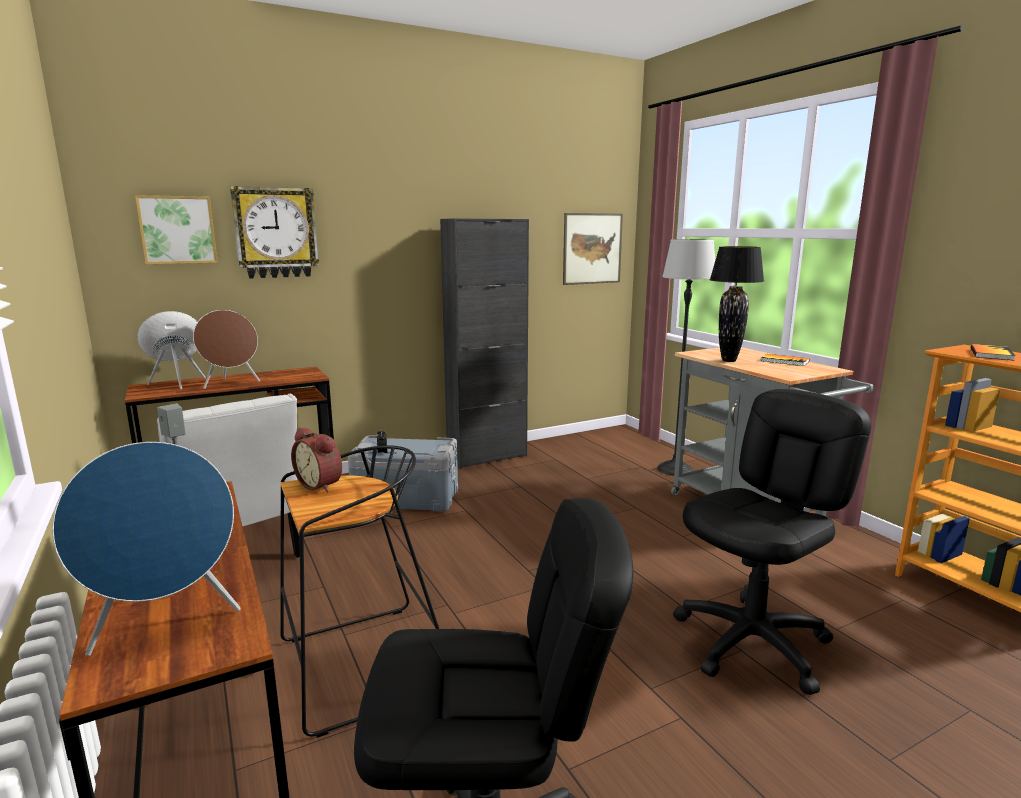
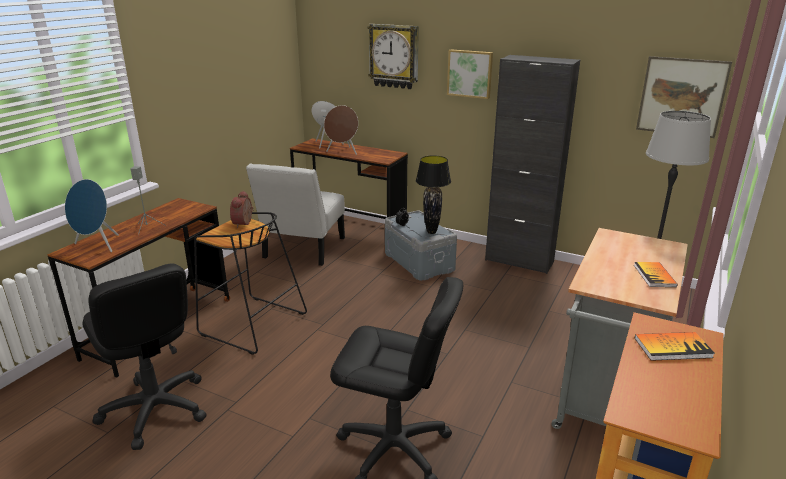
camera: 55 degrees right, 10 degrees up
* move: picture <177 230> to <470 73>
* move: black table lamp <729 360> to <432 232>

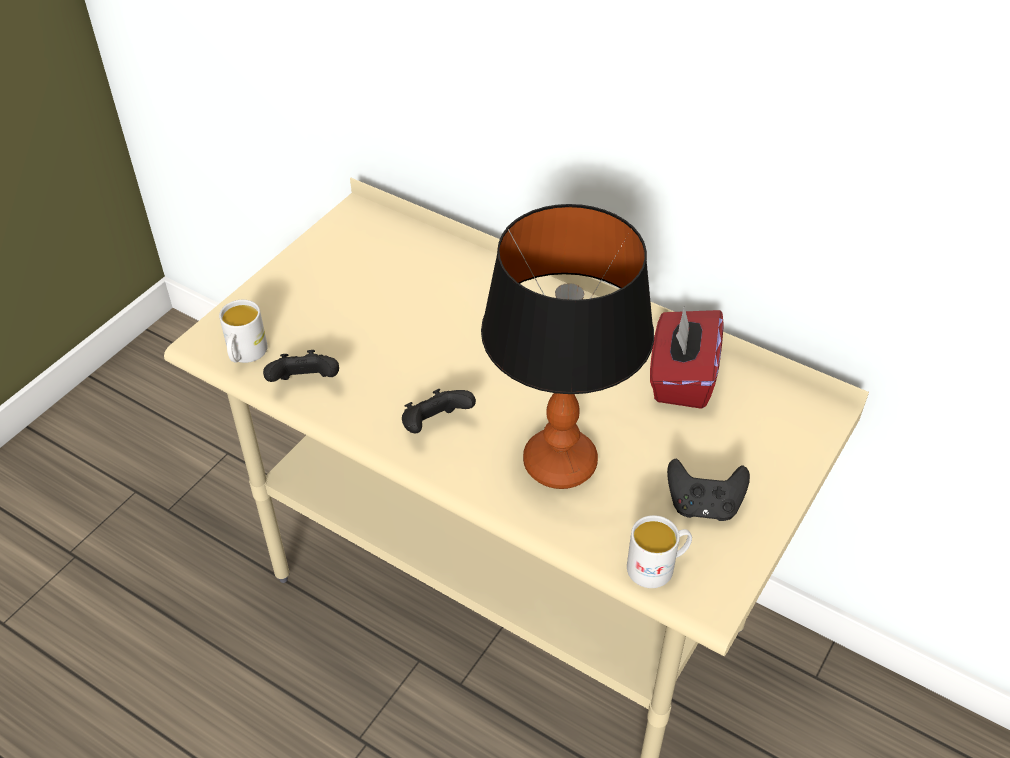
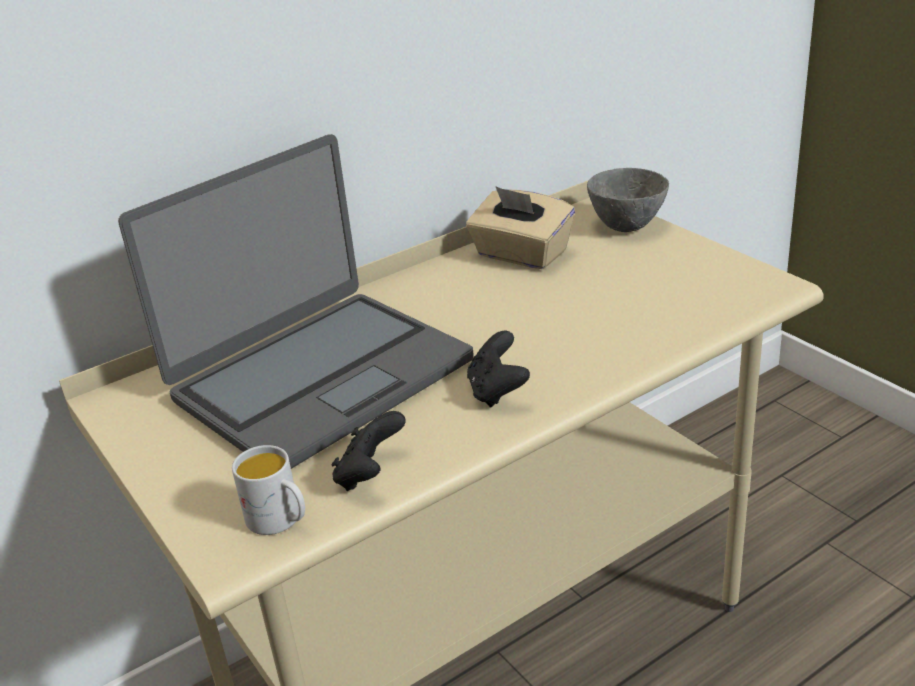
camera: 65 degrees left, 15 degrees down
* delete: table lamp <560 462>
* delete: white mug <658 566>
* recolor: red tissue box <681 378> to beige tissue box <521 255>
* delete: black game controller <703 505>
* insert: laptop <320 378>
* insert: grey bowl <626 225>

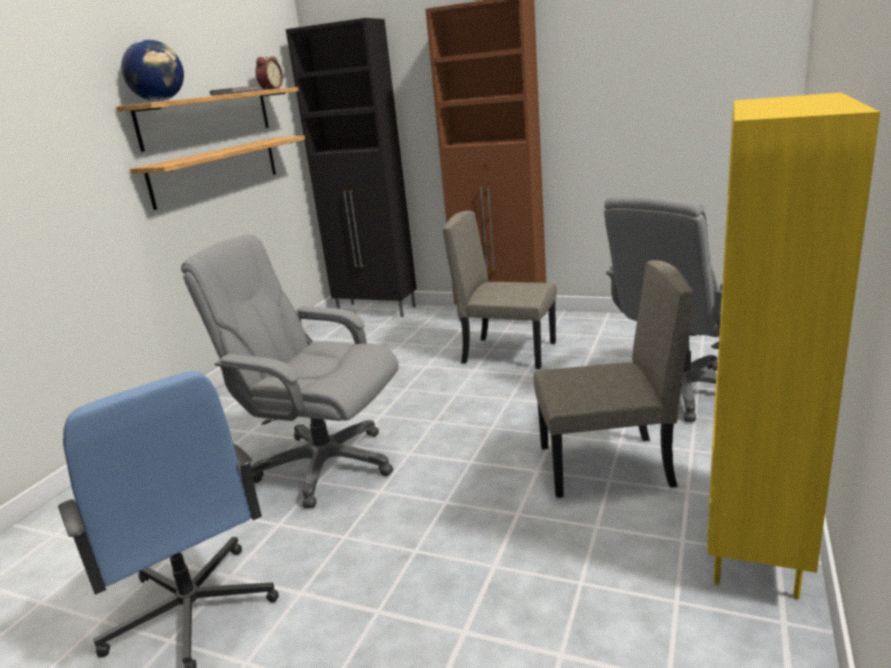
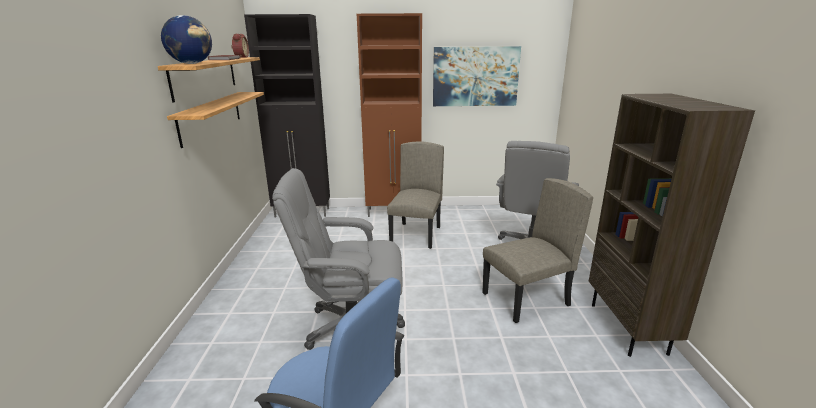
camera: 25 degrees left, 0 degrees up
* rotate: beige chair <509 352> = <416 235> 105 degrees clockwise
* recolor: yellow bookcase <756 541> to brown bookcase <629 328>
* insert: picture <475 76>

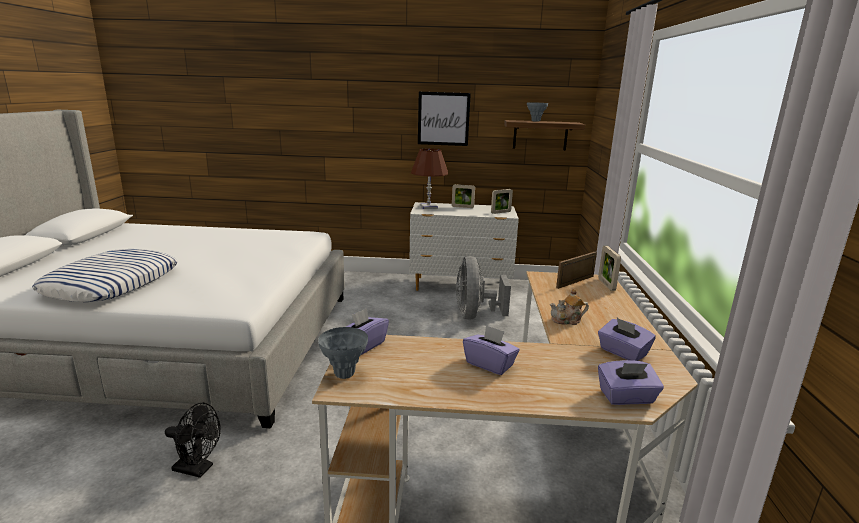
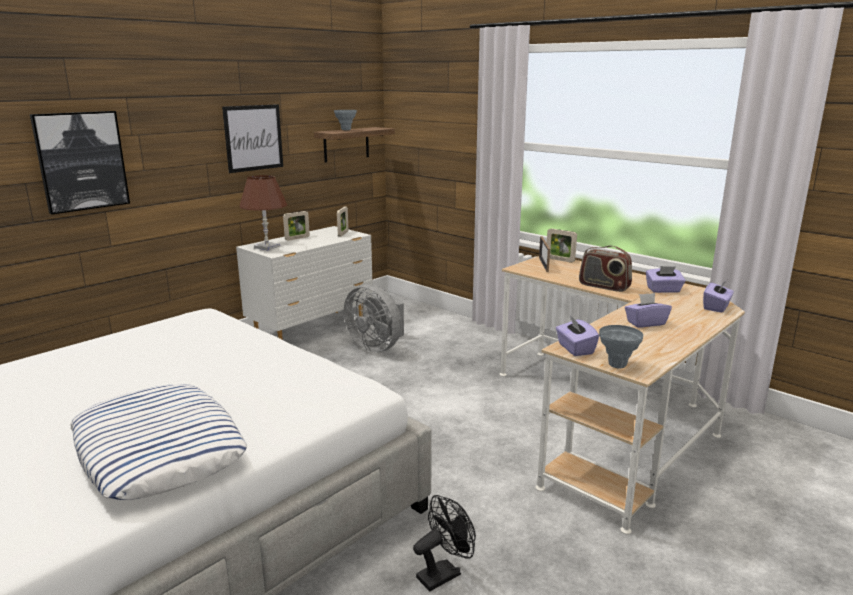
camera: 50 degrees left, 0 degrees up
* replace: teapot <567 320> to radio <604 286>
* insert: picture <81 161>

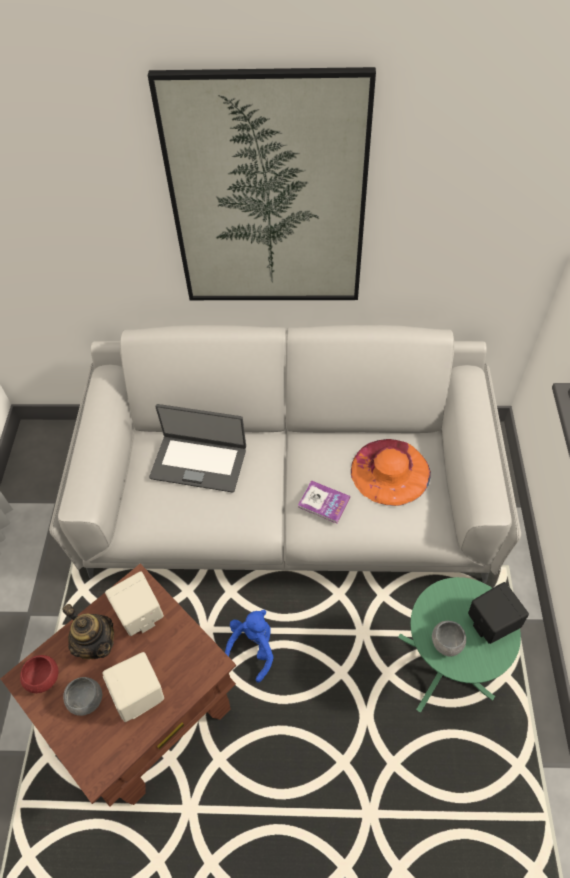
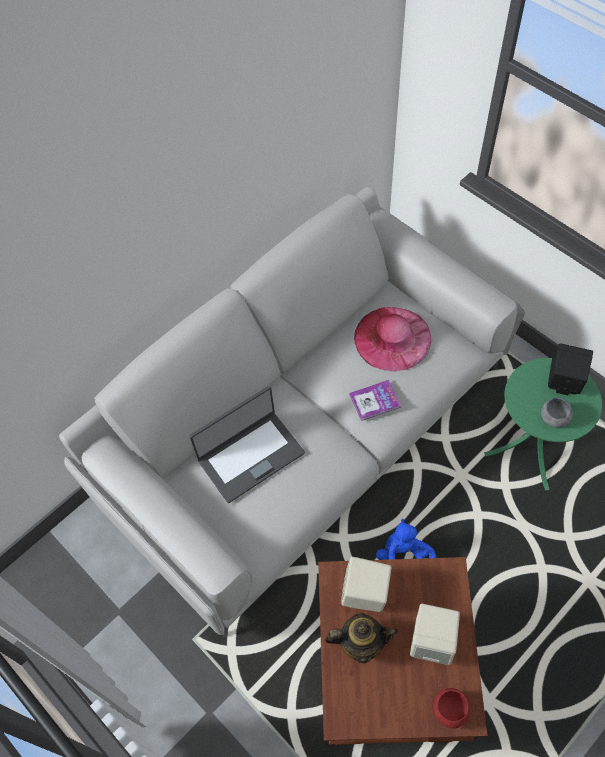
camera: 45 degrees left, 5 degrees up
* move: red bowl <44 678> to <450 710>
* delete: grey bowl <87 700>
* delete: picture <268 198>
* recolor: orange hat <390 471> to pink hat <392 338>

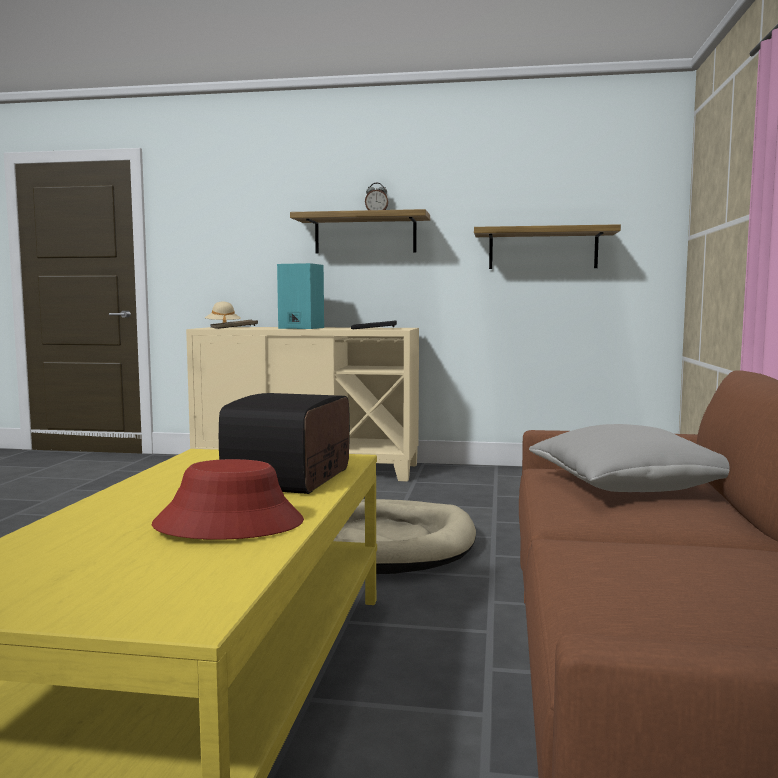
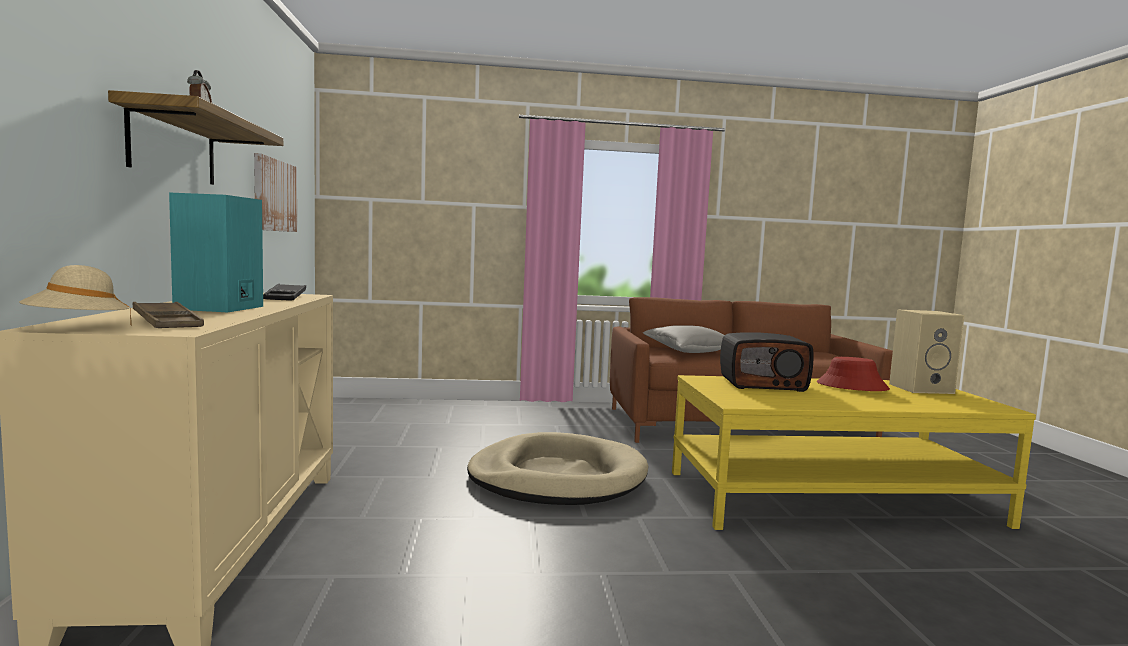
camera: 105 degrees left, 0 degrees up
* replace: shelf <543 249> to picture <274 195>
* insert: beige speaker <921 388>

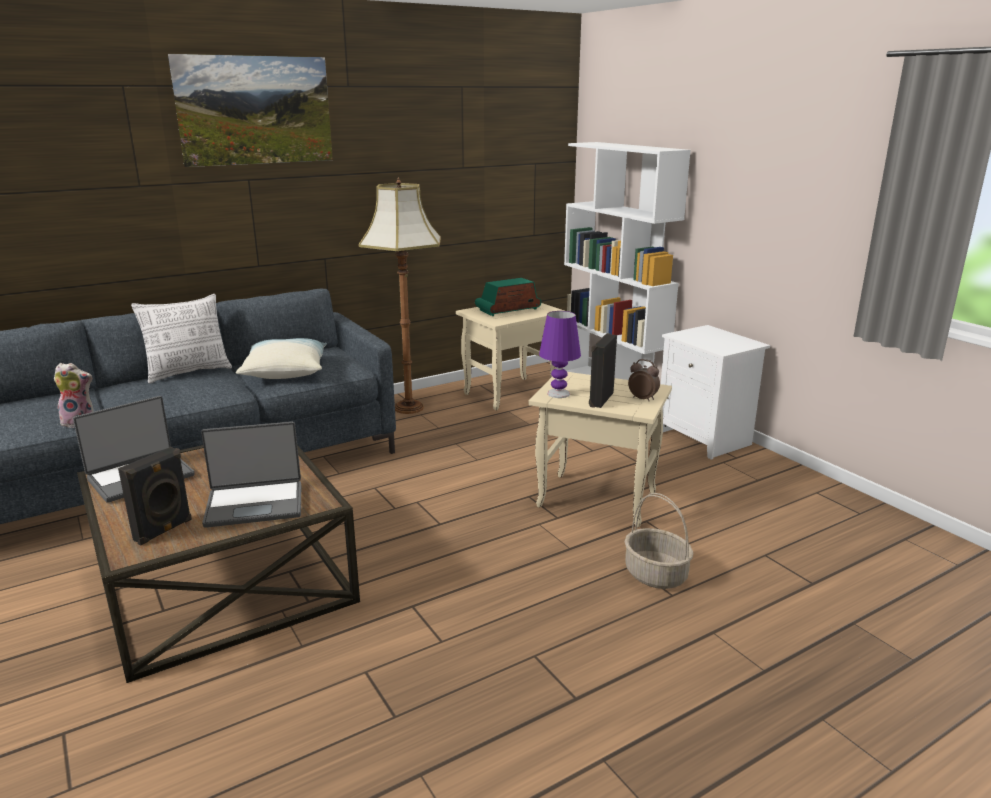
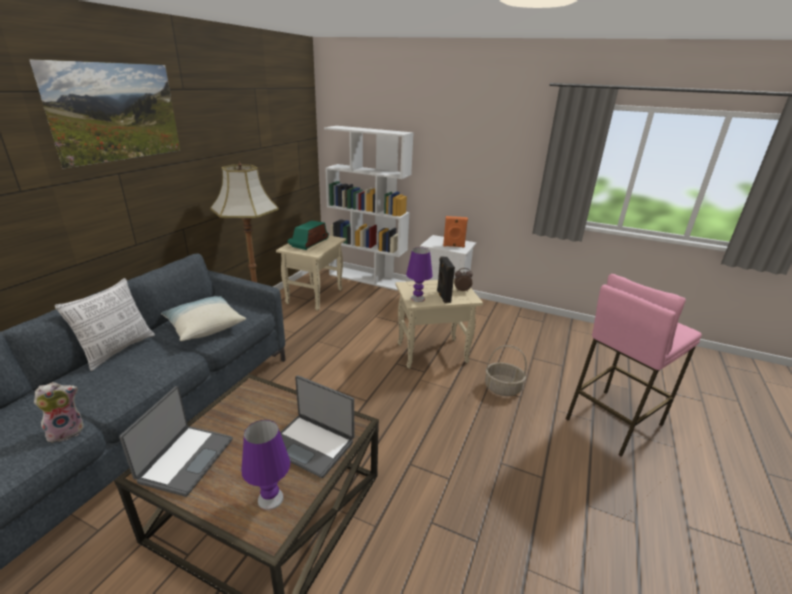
camera: 35 degrees left, 5 degrees up
* replace: black speaker <164 530> to purple table lamp <270 498>
* rotate: laptop <255 504> = <311 444> 75 degrees clockwise
* insert: orange speaker <453 246>
* insert: pink stool <612 421>

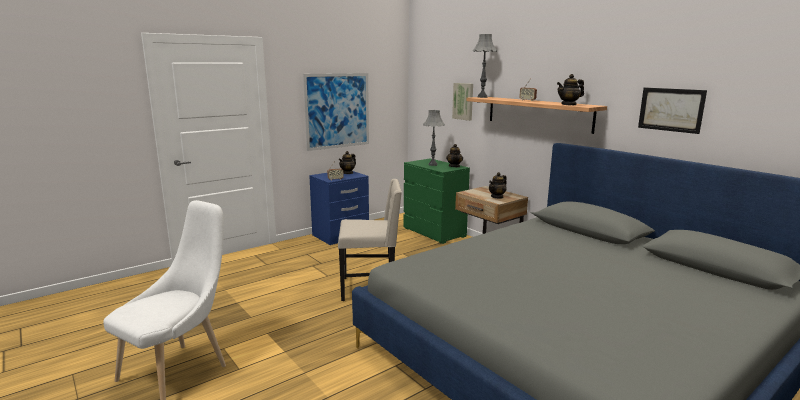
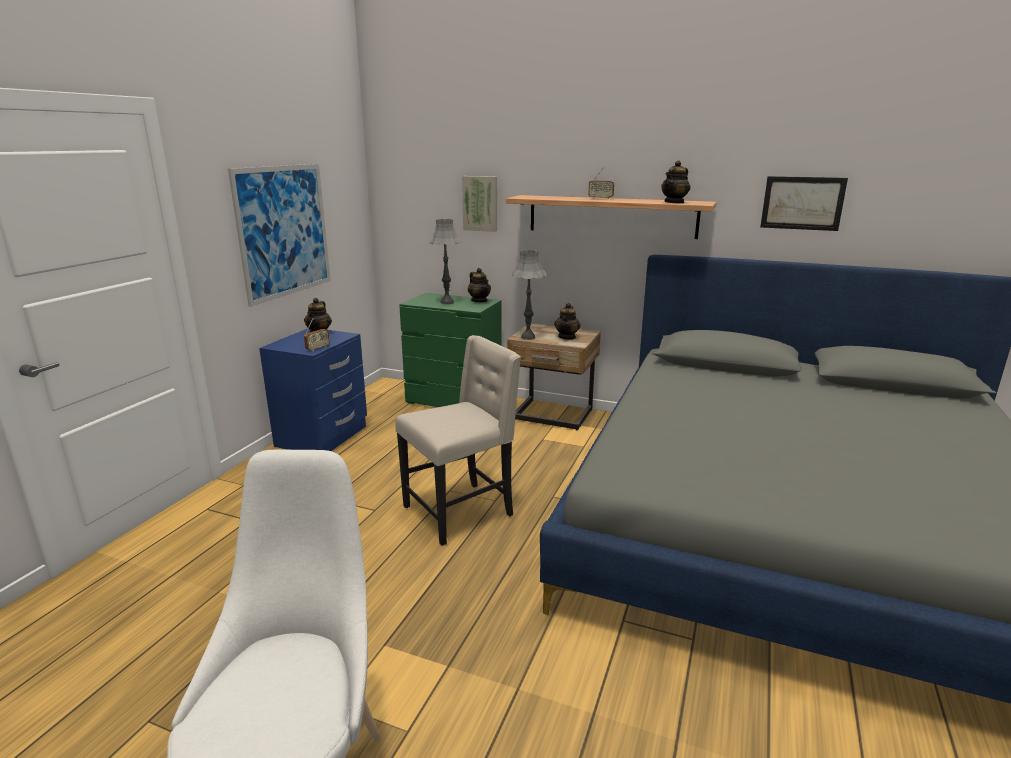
camera: 30 degrees left, 5 degrees up
* move: grey table lamp <482 97> to <528 337>

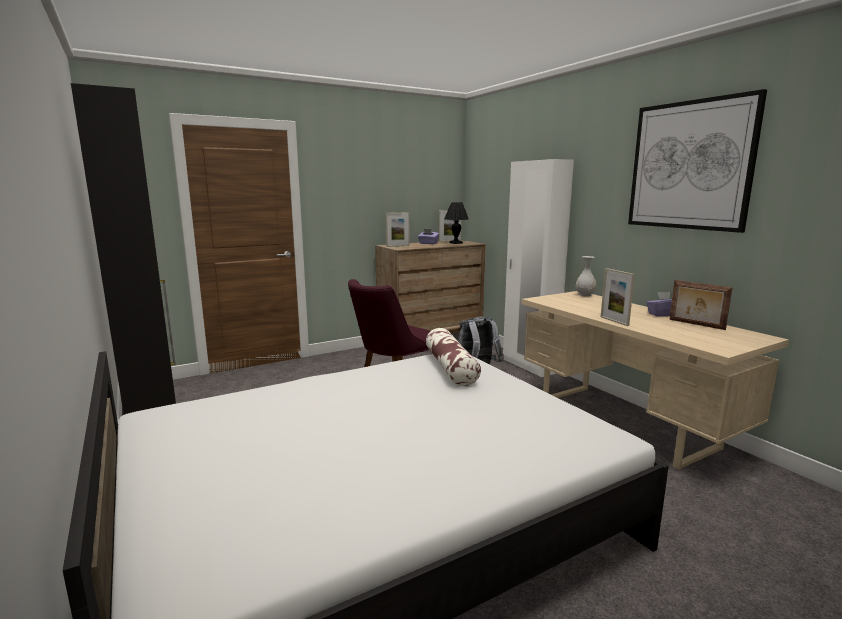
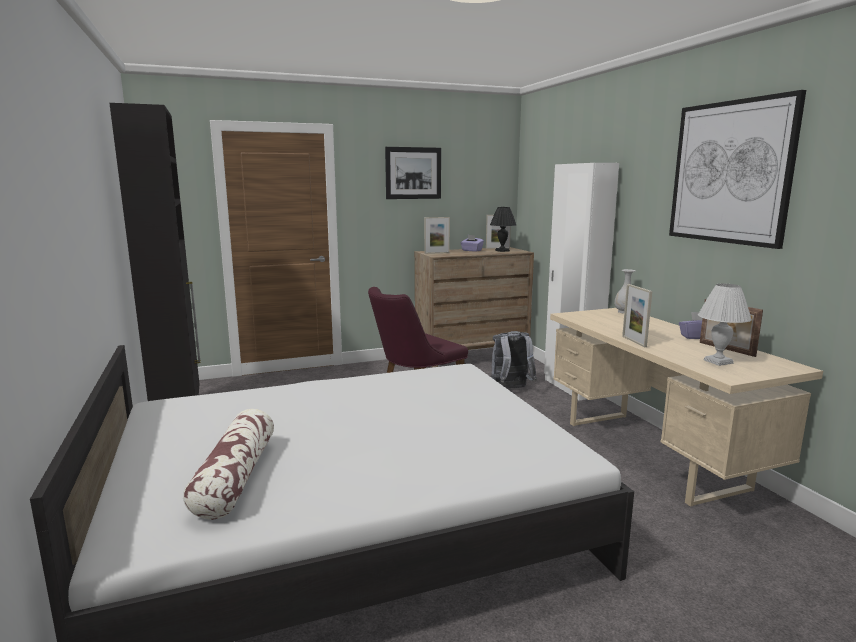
camera: 10 degrees right, 0 degrees up
* move: pillow <450 367> to <236 476>
* insert: picture <413 173>
* insert: white table lamp <717 361>

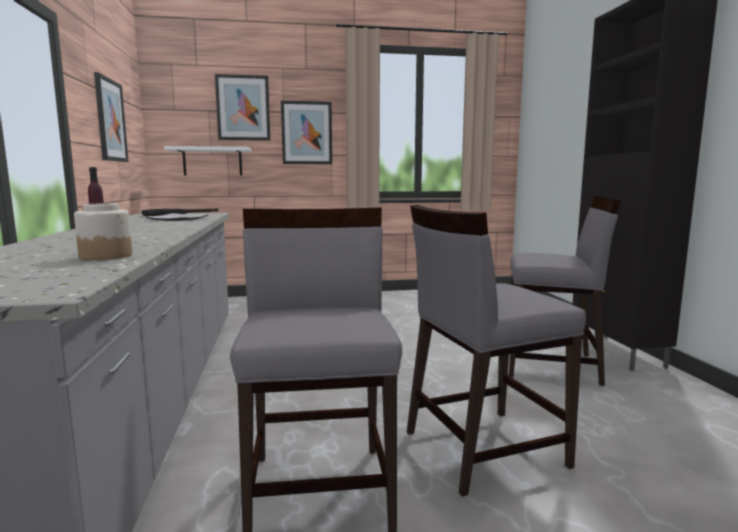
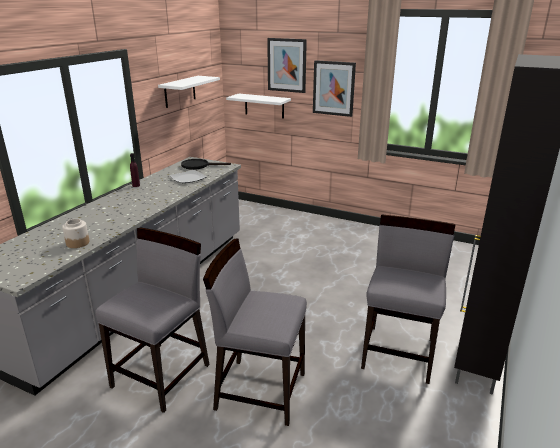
camera: 35 degrees right, 15 degrees up
* replace: picture <110 120> to white shelf <180 91>
* rotate: grey chair <552 366> = <399 352> 120 degrees counterclockwise

